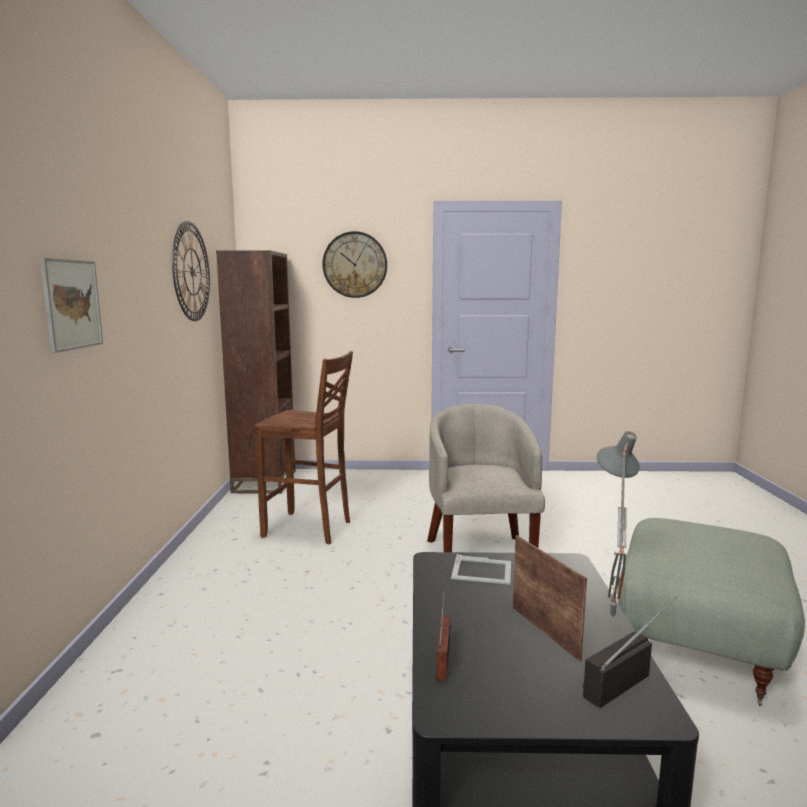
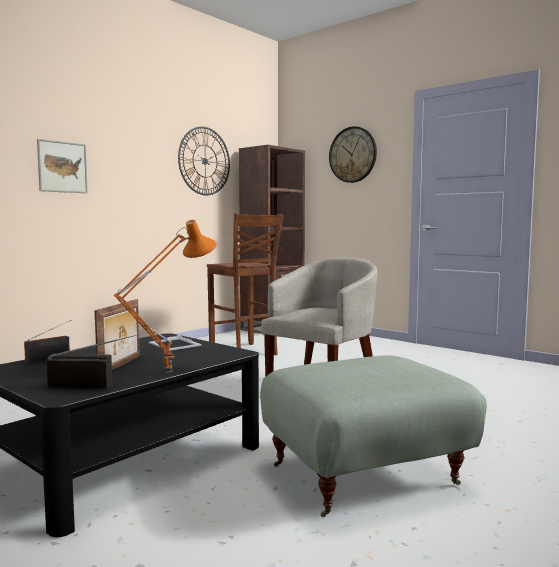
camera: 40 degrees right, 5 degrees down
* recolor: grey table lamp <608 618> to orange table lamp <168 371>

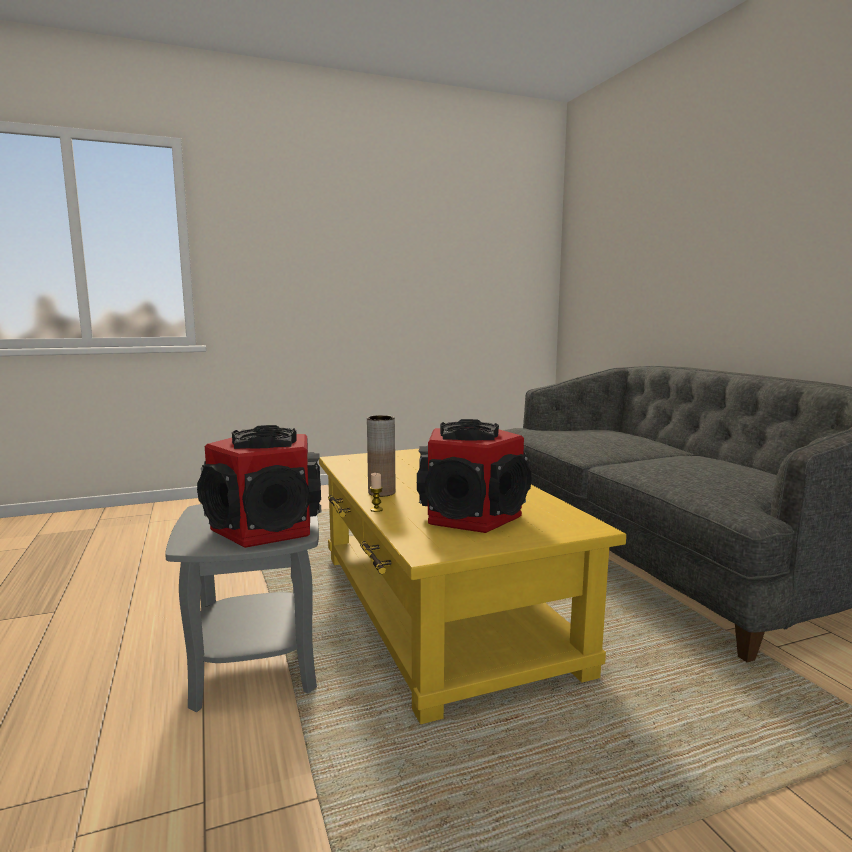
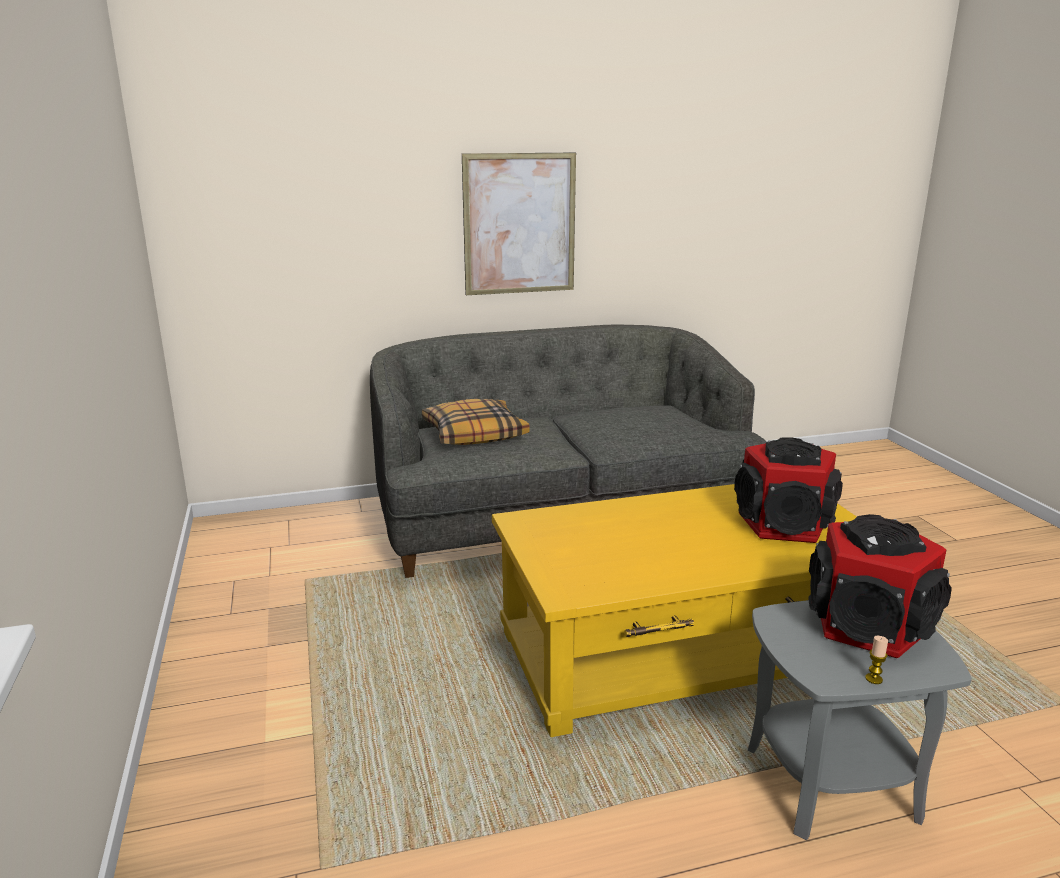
camera: 85 degrees left, 10 degrees up
* delete: brown vase <381 492>
* move: candle <376 509> to <873 679>
* insert: pillow <474 434>
* insert: picture <519 224>

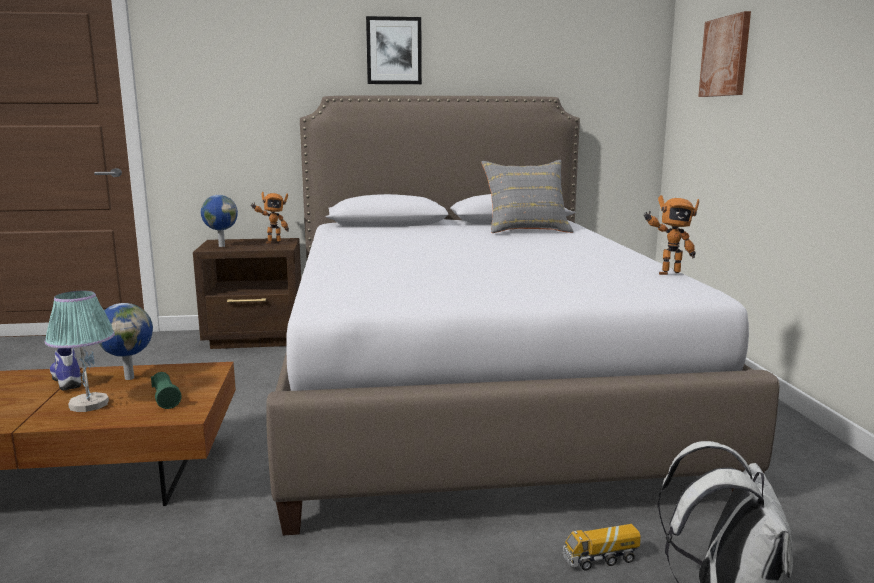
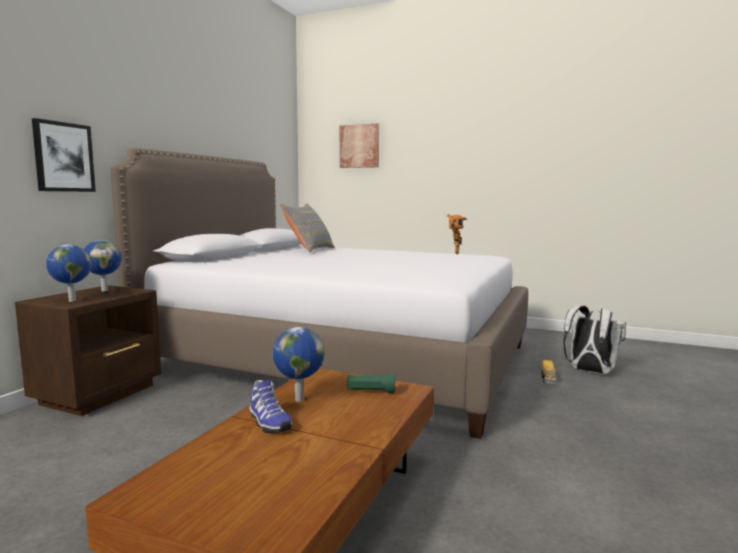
camera: 60 degrees left, 5 degrees down
* delete: table lamp <88 404>
* rotate: shoe <68 381> = <268 422> 120 degrees counterclockwise
* replace: toy robot <272 242> to globe <104 290>
* move: picture <394 51> to <63 157>

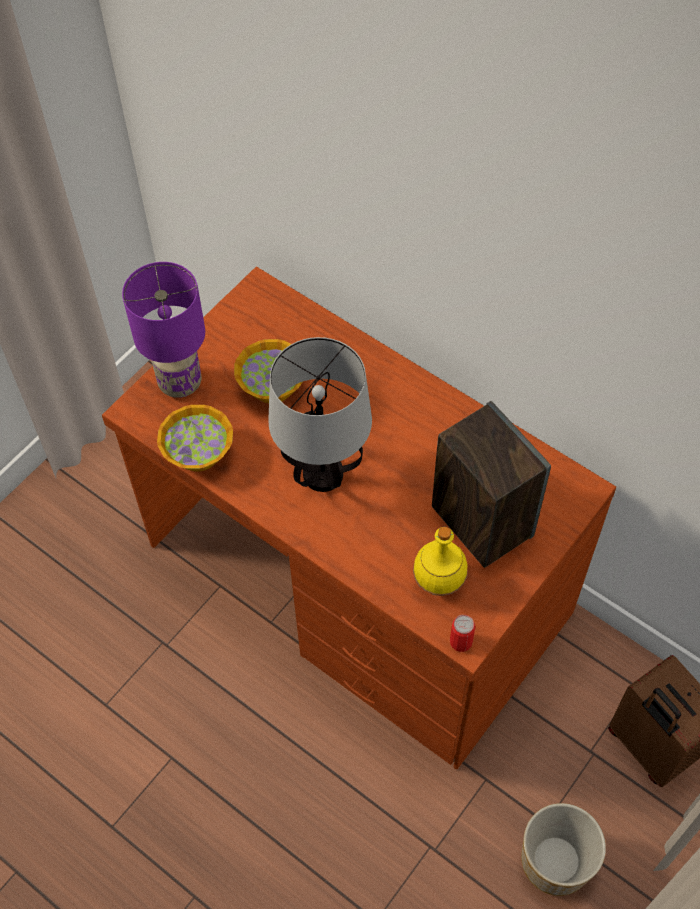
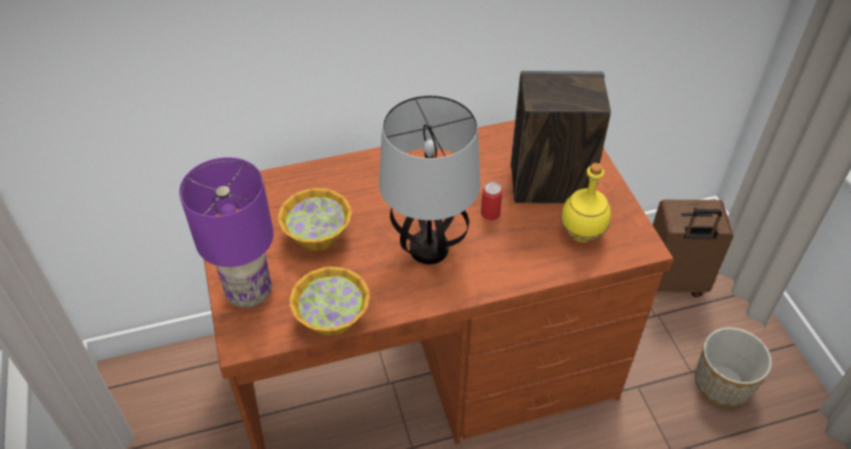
camera: 55 degrees left, 10 degrees down
* move: can <461 641> to <490 213>

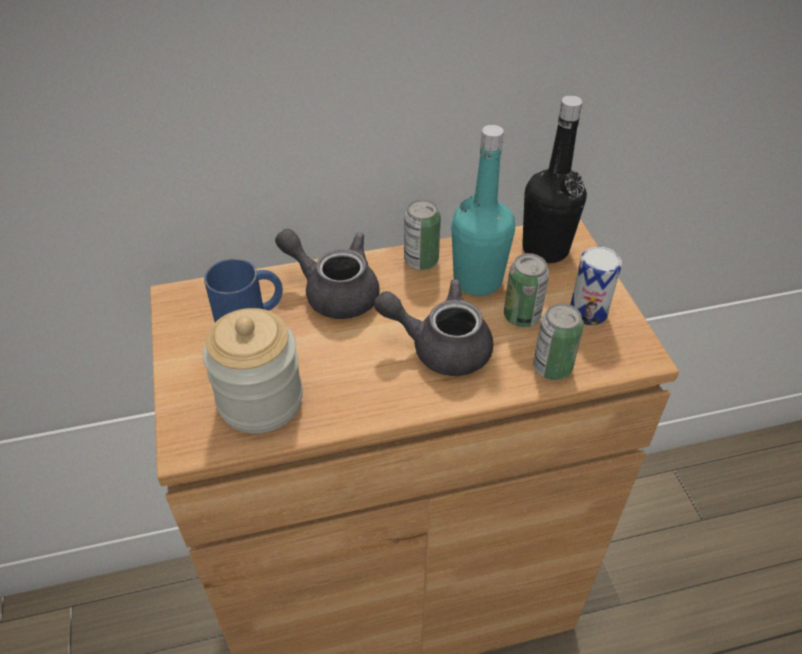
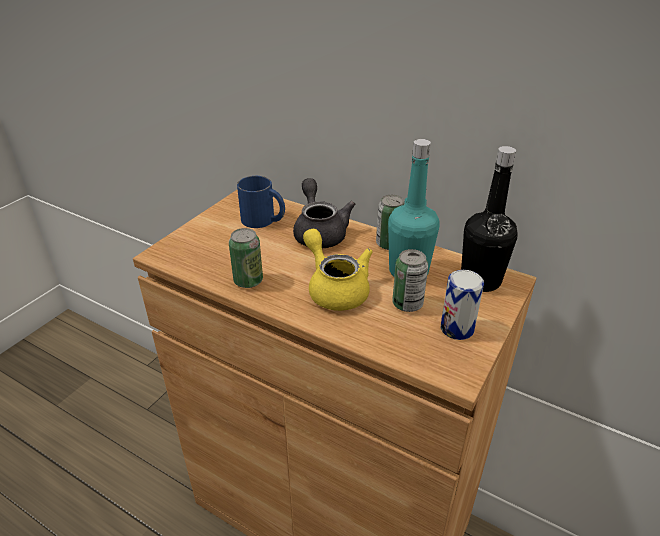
camera: 45 degrees right, 10 degrees down
* delete: jar <260 400>
* recolor: grey teapot <440 346> to yellow teapot <335 288>
* move: can <552 367> to <248 281>

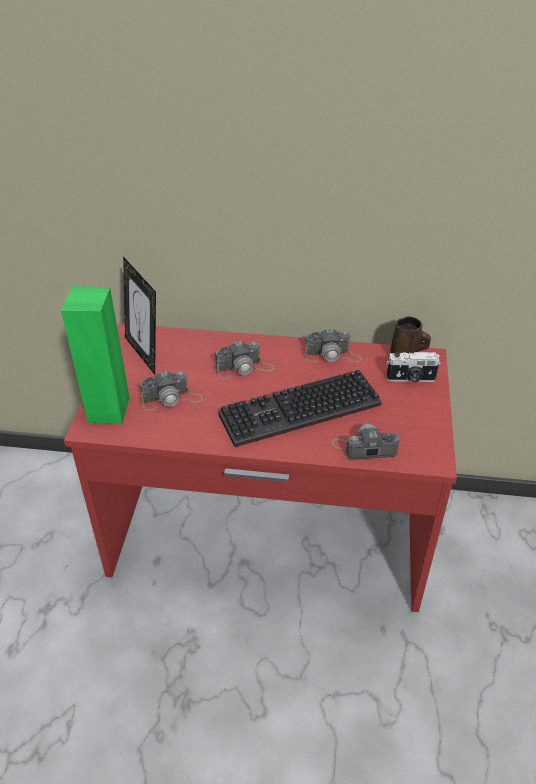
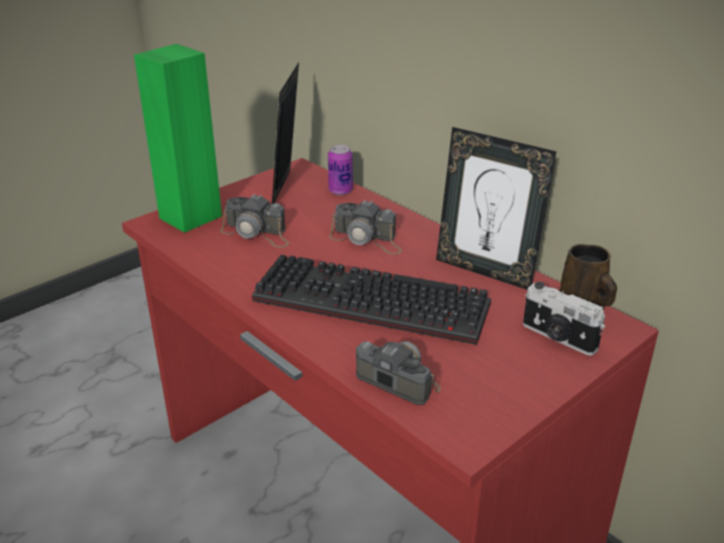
camera: 40 degrees right, 10 degrees down
* replace: photo camera <332 355> to picture frame <485 270>
* insert: can <340 191>

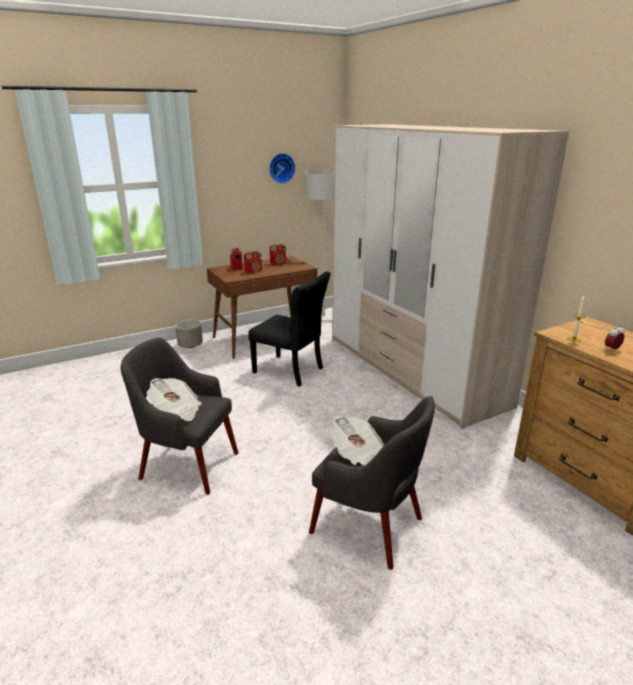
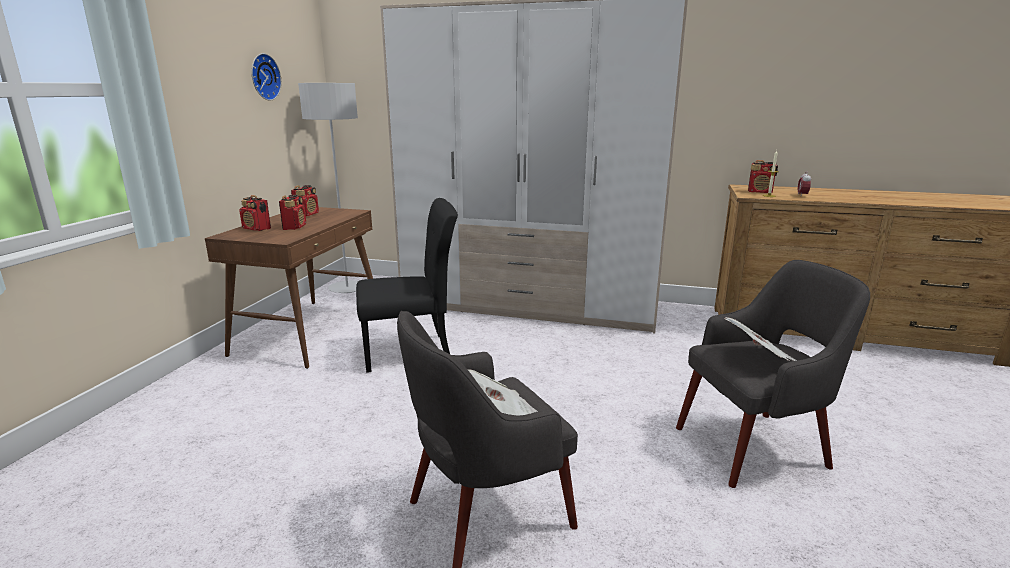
camera: 45 degrees left, 5 degrees down
* delete: grey planter <190 345>
* insert: radio <760 192>

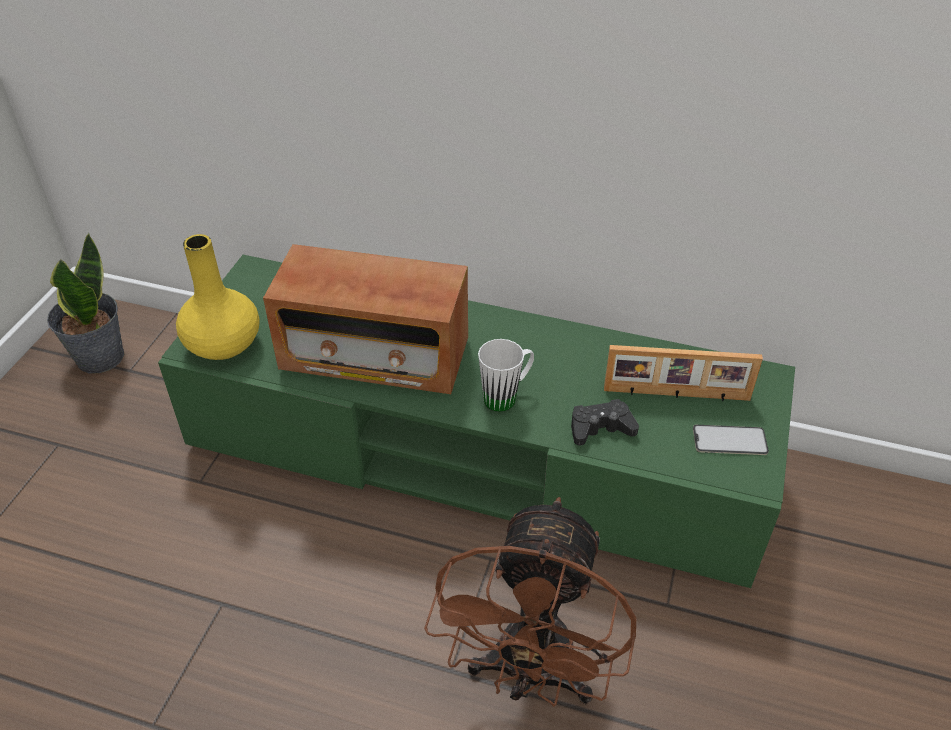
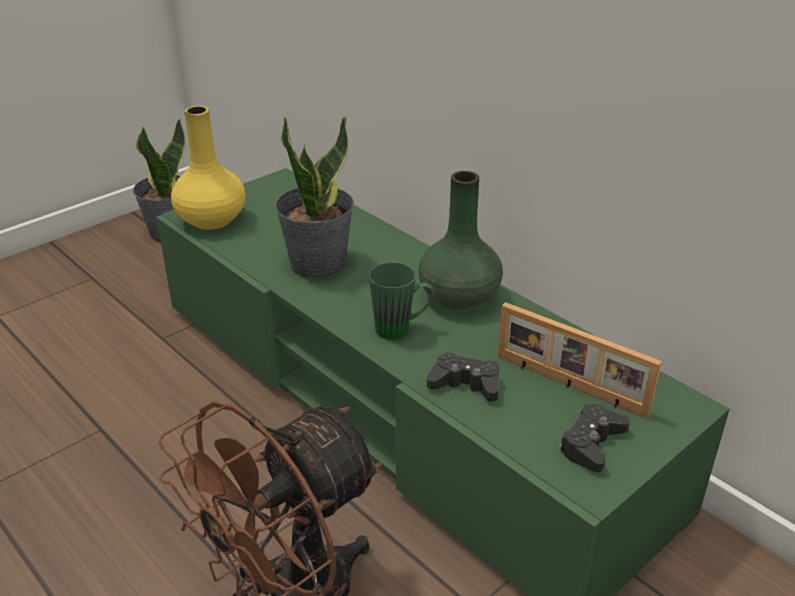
camera: 30 degrees right, 10 degrees down
* replace: radio <374 356> to potted plant <317 264>
* recolor: white mug <507 396> to green mug <401 329>
* replace: phone <729 440> to black game controller <591 444>
* insert: green vase <459 296>

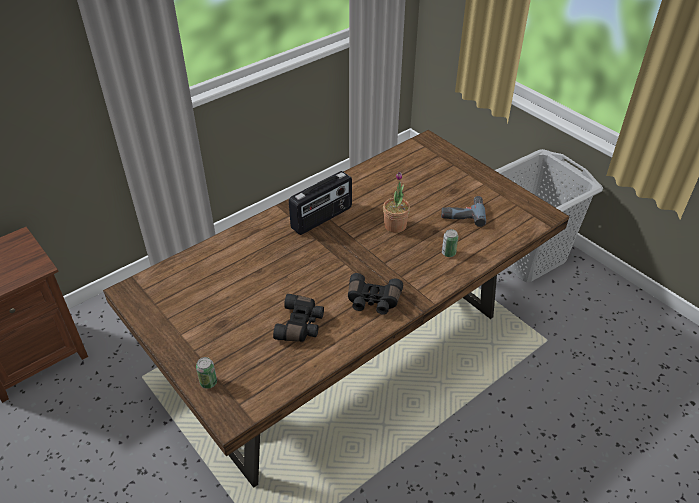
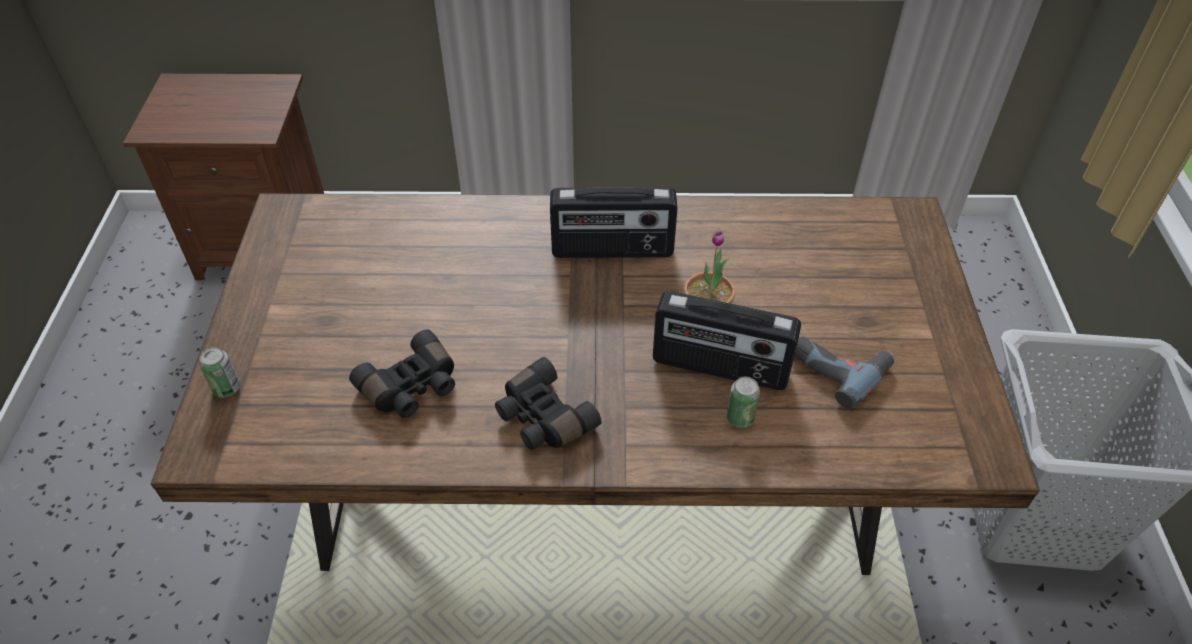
camera: 40 degrees right, 5 degrees up
* insert: radio <720 368>

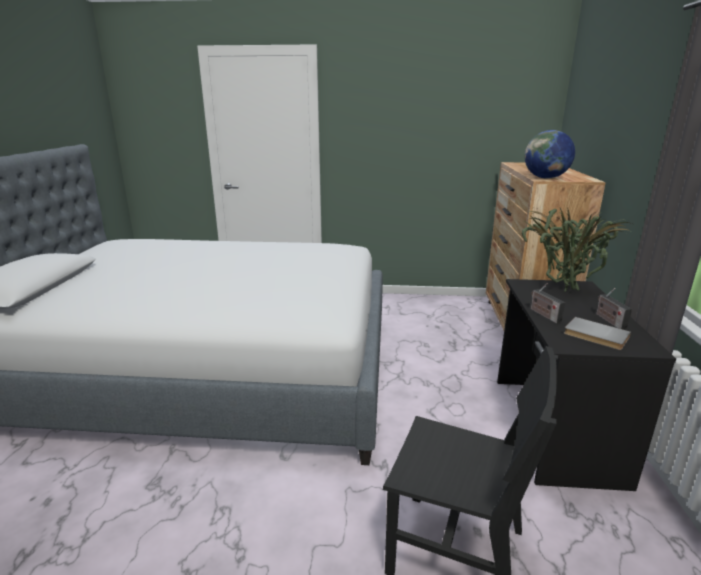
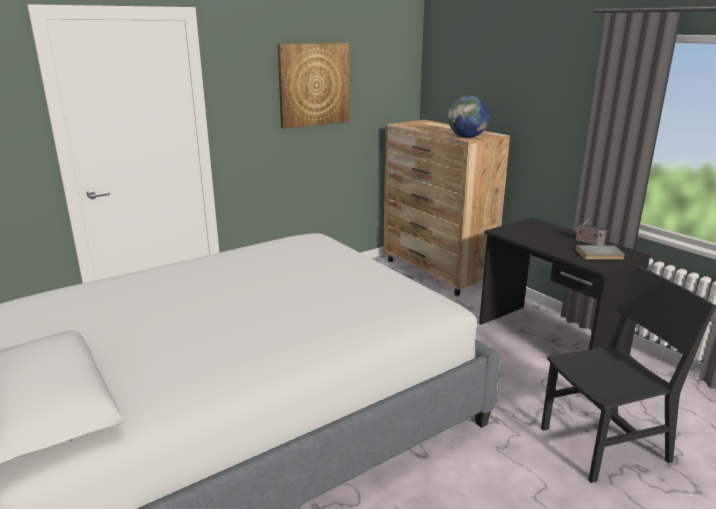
camera: 40 degrees left, 0 degrees up
* delete: potted plant <562 289>
* delete: radio <543 315>
* insert: picture <314 85>

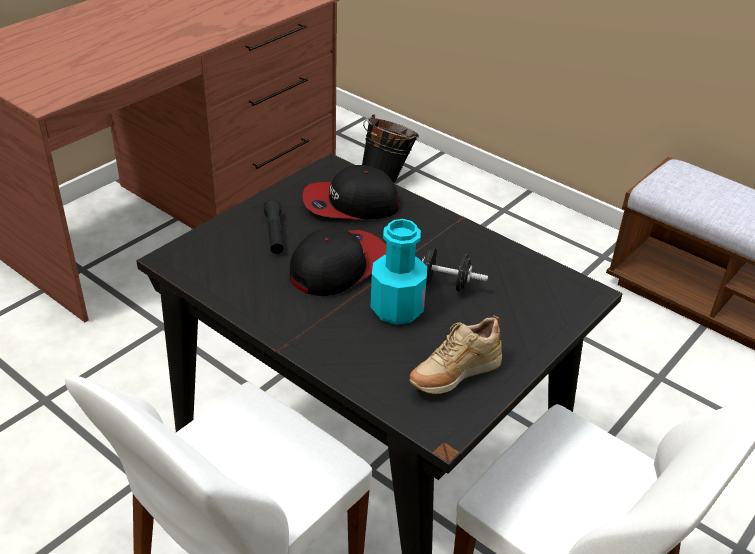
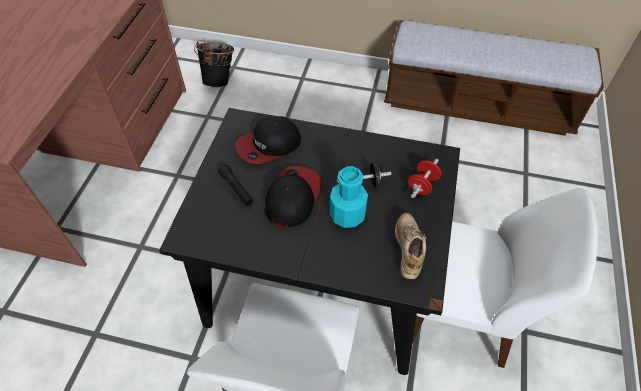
camera: 25 degrees left, 15 degrees up
* rotate: beige shoe <453 376> = <408 249> 150 degrees clockwise
* insert: red dumbbell <422 185>

